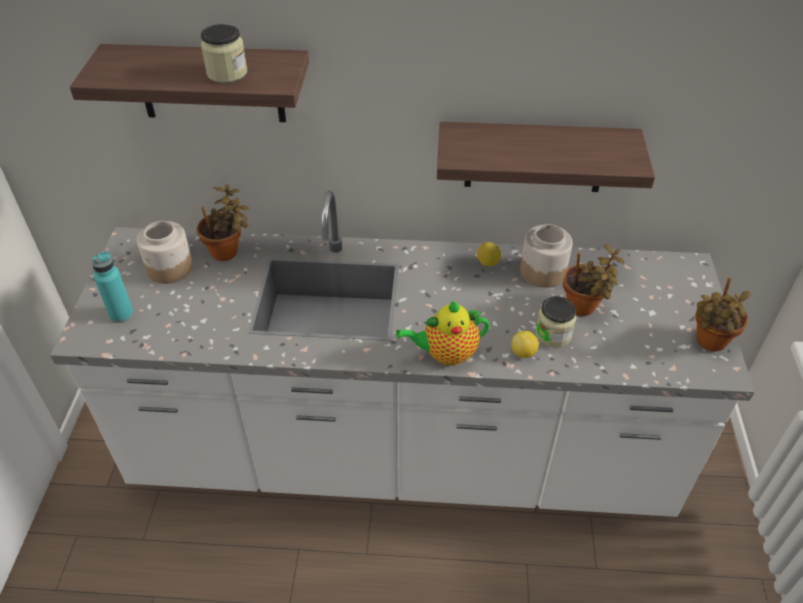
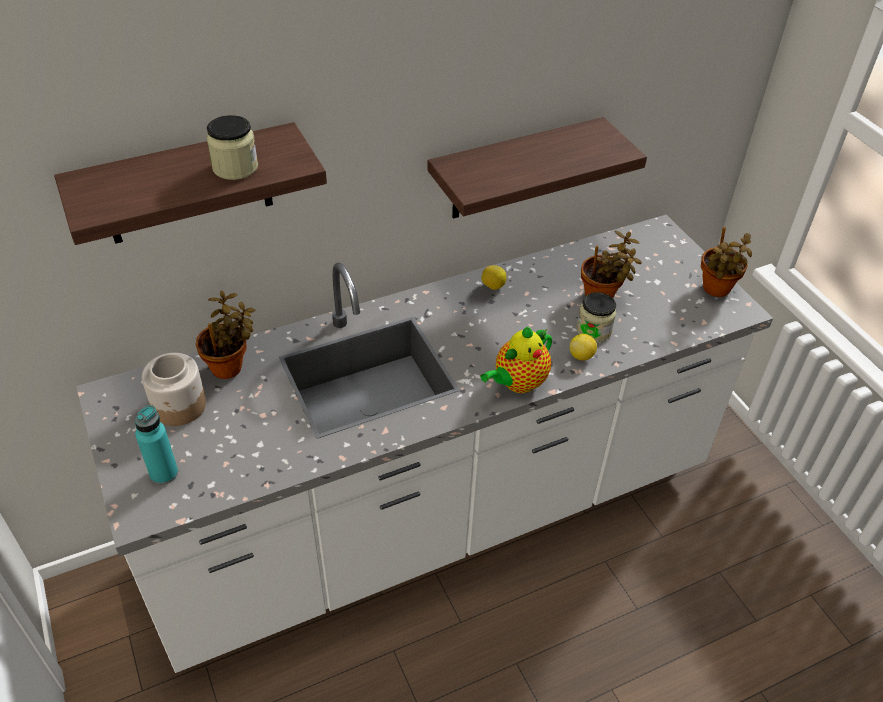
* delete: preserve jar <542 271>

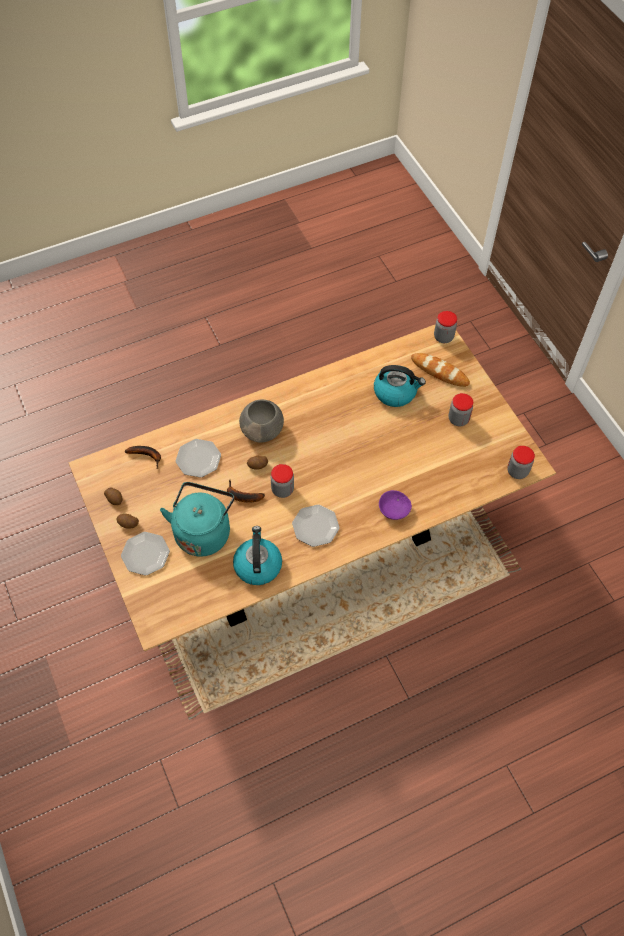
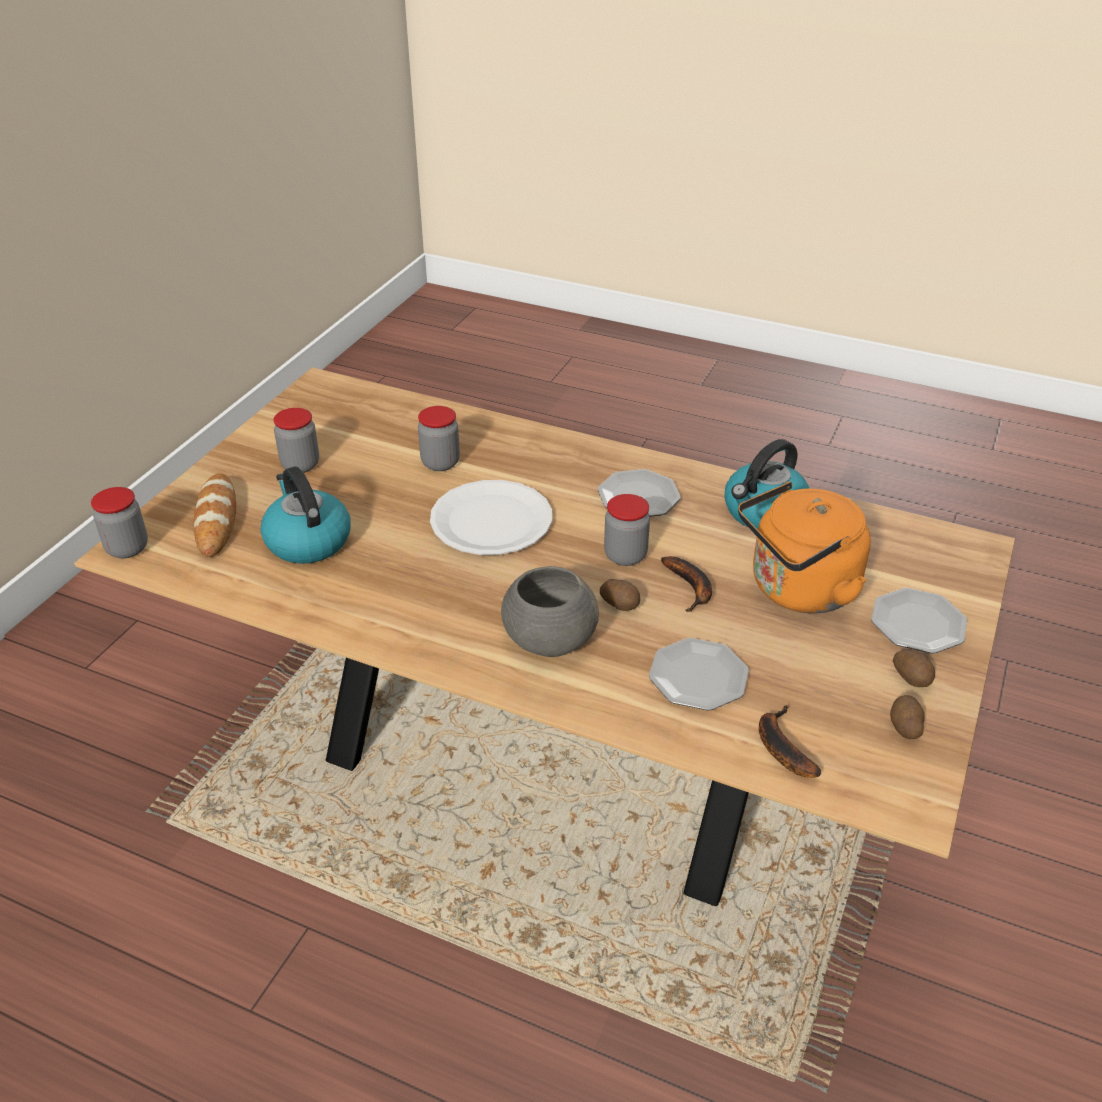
* delete: serving bowl in purple <393 509>
* insert: flat dish in white-coloured <491 520>
* move: preserve jar <517 471> to <440 463>
* recolor: tea kettle in turquoise <203 531> to tea kettle in orange <798 590>

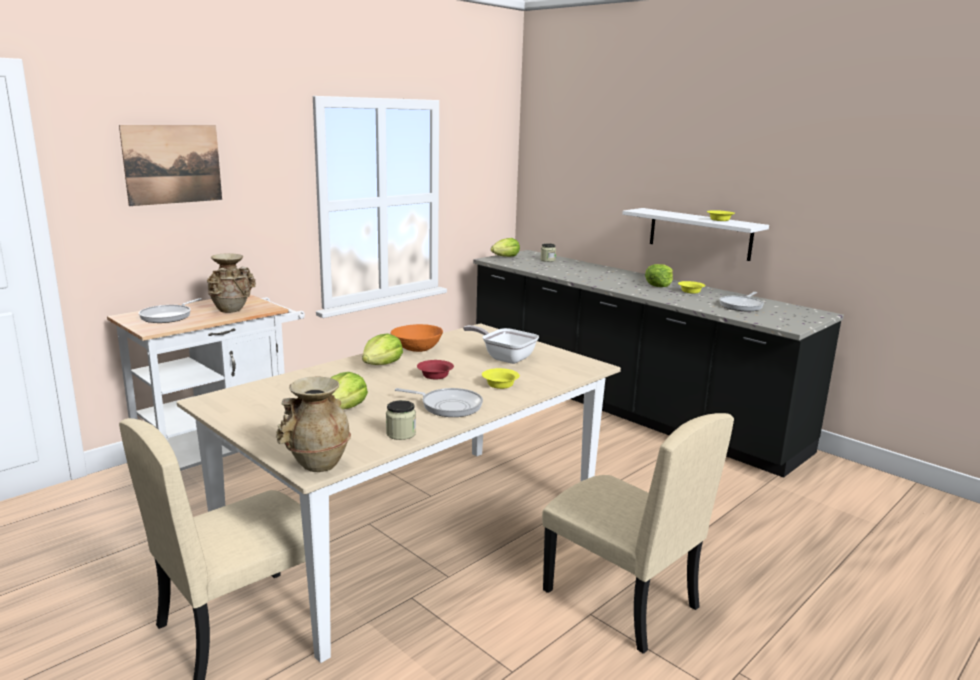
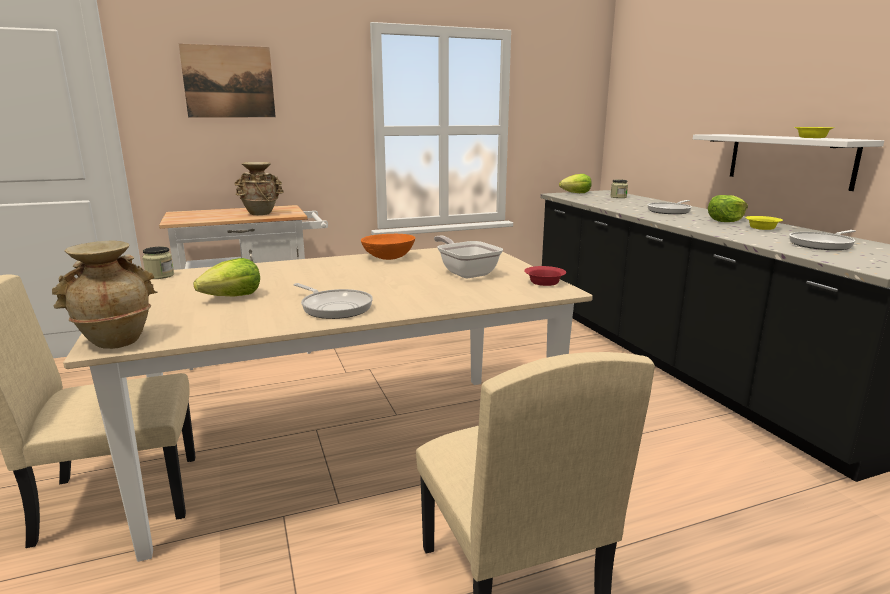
* delete: lettuce head <382 365>
* delete: serving bowl in yellowish <499 385>
* move: pan <168 316> to <670 211>
* move: preserve jar <401 434> to <160 276>
* move: serving bowl in reddish <435 375> to <544 282>

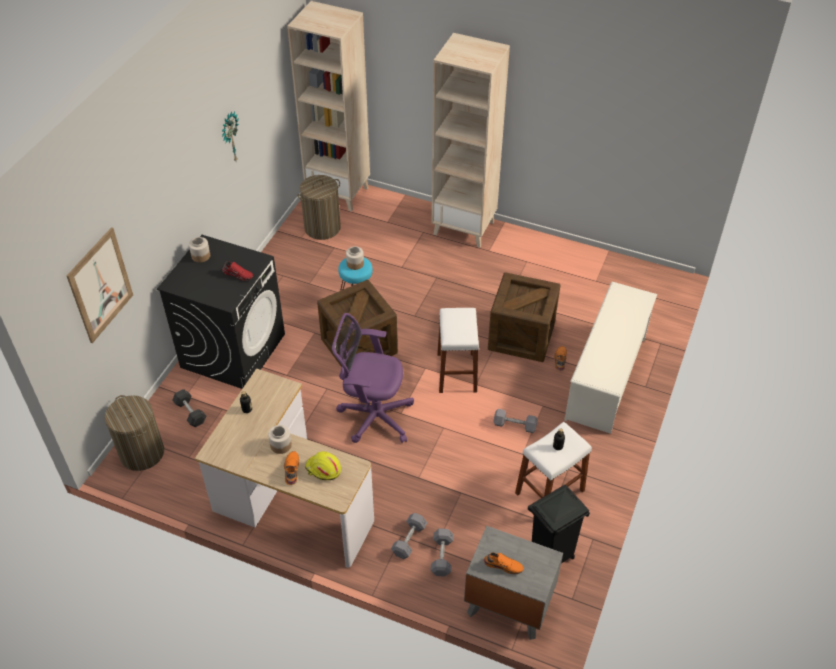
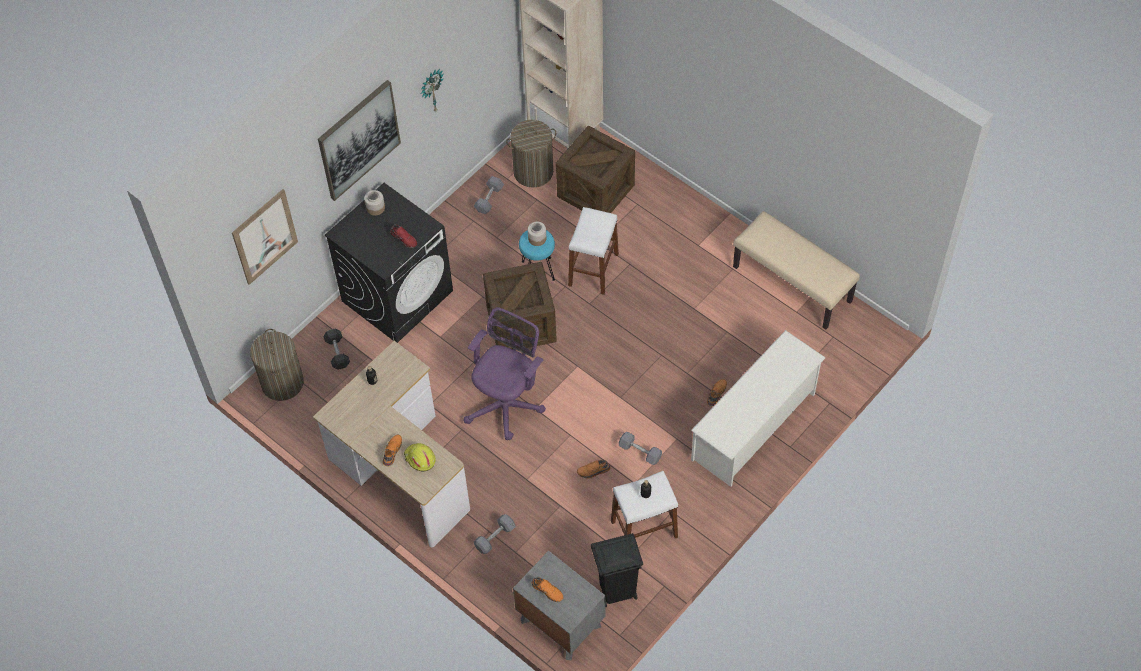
* delete: preserve jar <280 445>
* delete: bookshelf in beige-coloured <464 228>
* insert: wall art <358 139>
* insert: low shoe in orange <593 471>
* insert: long seat in beige-coloured <793 284>
* move: free weight in greyish <442 556> to <489 199>
* move: stool in white-coloured <456 372> to <593 269>
* move: crate <521 336> to <595 191>
* rotate: computer chair in purple <373 416> = <507 404> 90 degrees clockwise

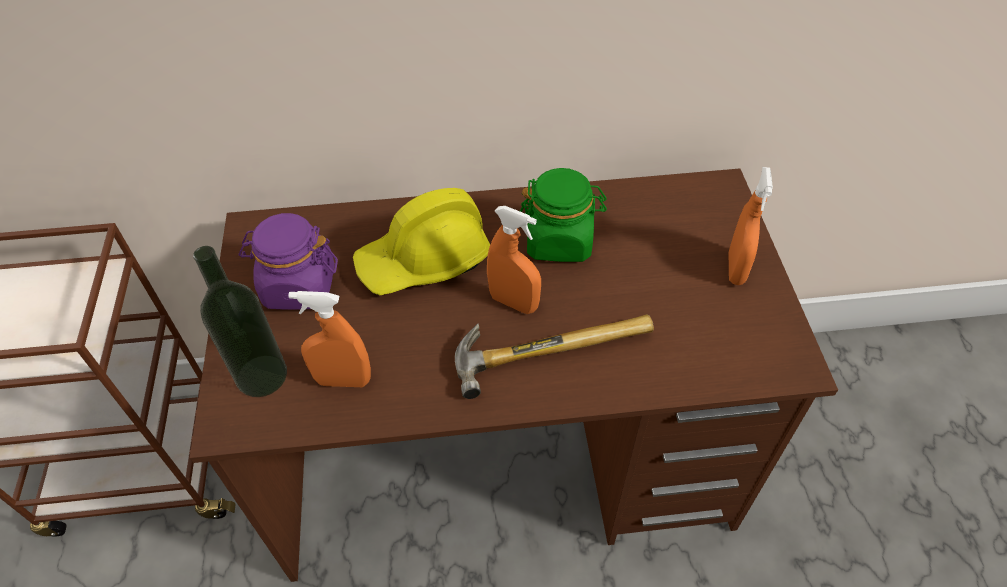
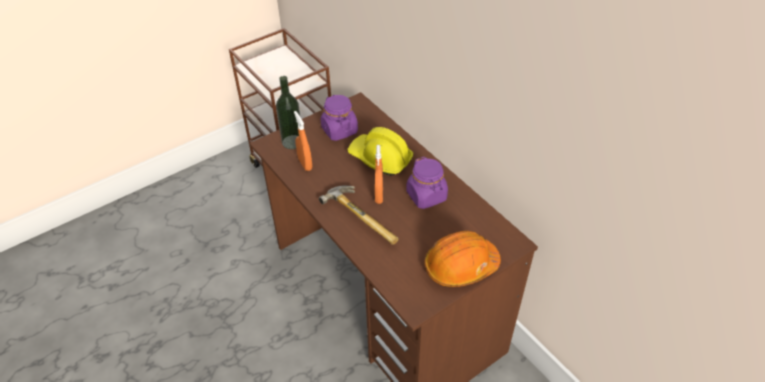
* replace: sprayer in orange <736 269> to safety helmet in orange <460 266>
* recolor: preserve jar in green <559 241> to preserve jar in purple <426 196>

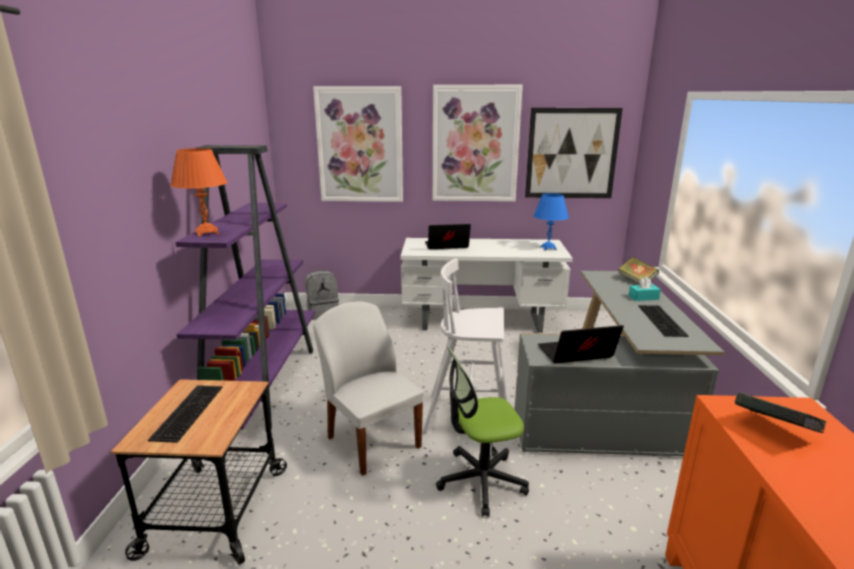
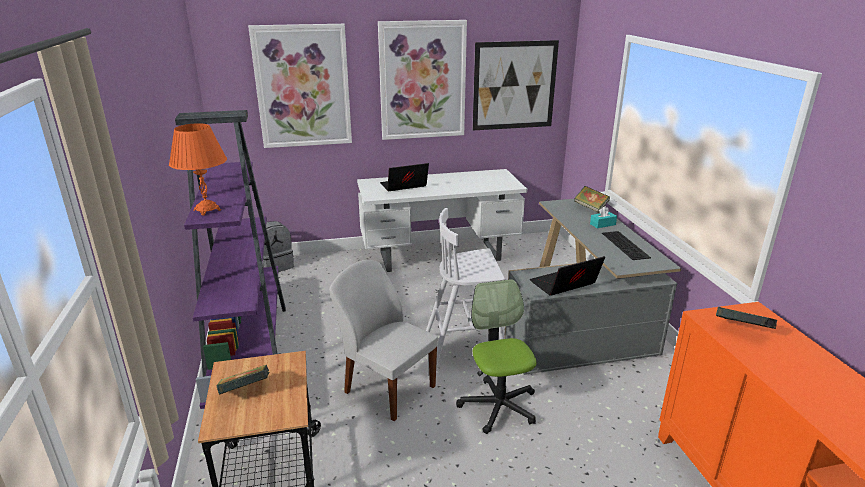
* delete: lamp for a table in blue-coloured <548 248>
* replace: PC keyboard <187 411> to bound book <245 391>
* rotate: computer chair <481 481> = <498 406> 105 degrees clockwise

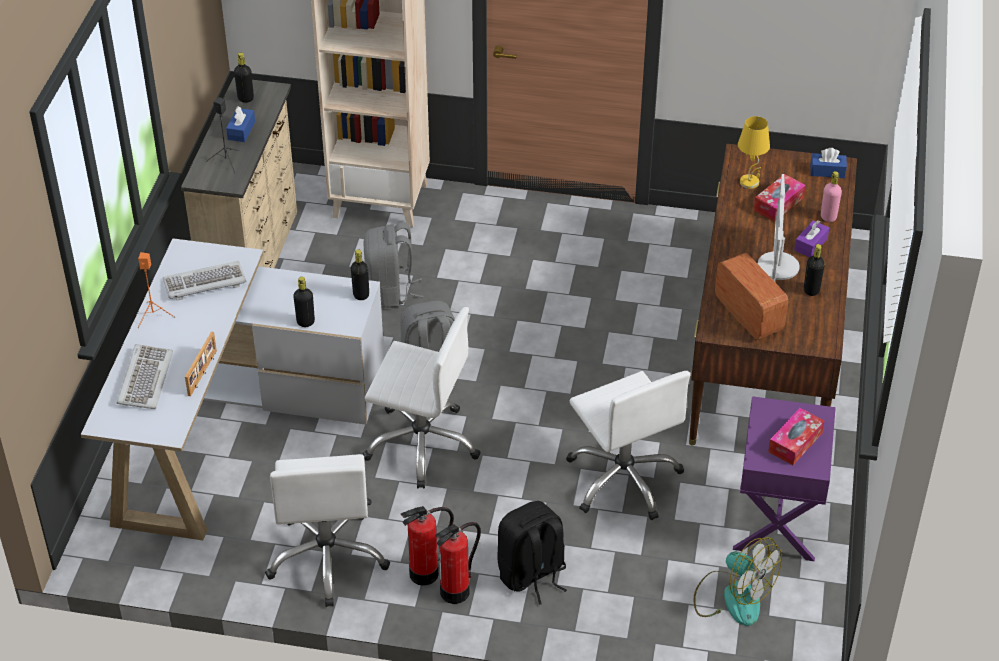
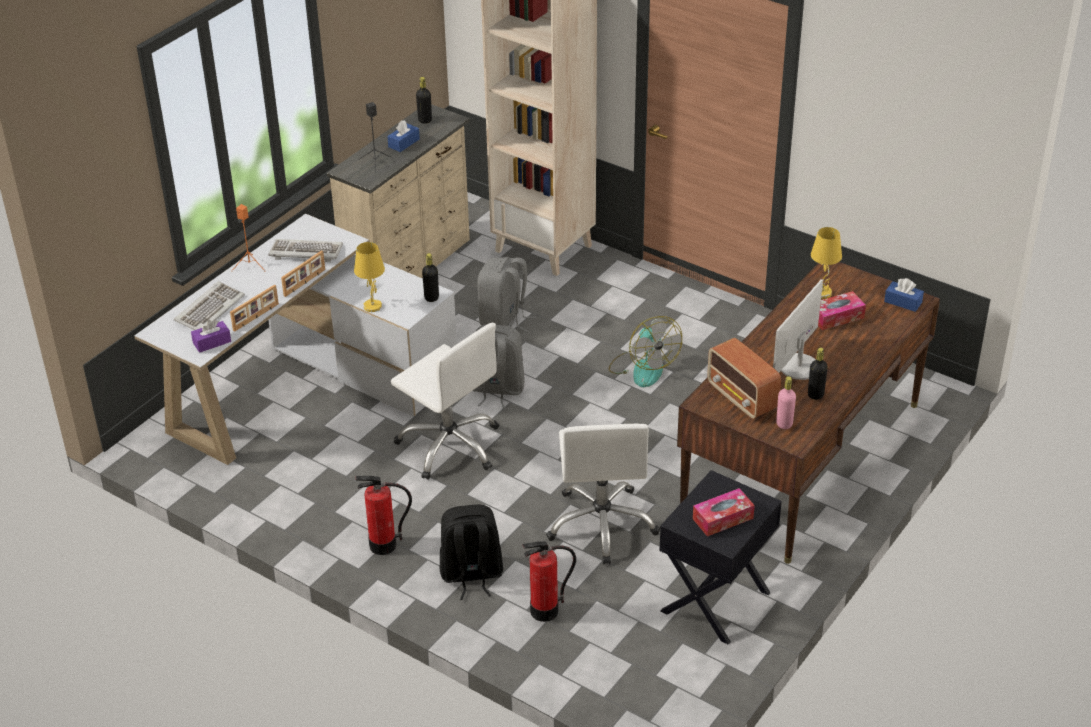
* delete: computer chair in white-coloured <328 557>
* insert: picture frame <305 283>
* move: fire-fighting cylinder <455 592> to <544 611>
* move: cooling fan <732 597> to <643 367>
* move: tissue box in purple <810 244> to <212 342>
* move: bottle in pink <828 217> to <784 424>
* replace: bottle in black-coloured <305 322> to lamp for a table in yellowish <372 306>
* recolor: nightstand in purple <778 523> to nightstand in black-coloured <716 602>
* rotate: radio receiver <748 314> = <742 398> 150 degrees clockwise

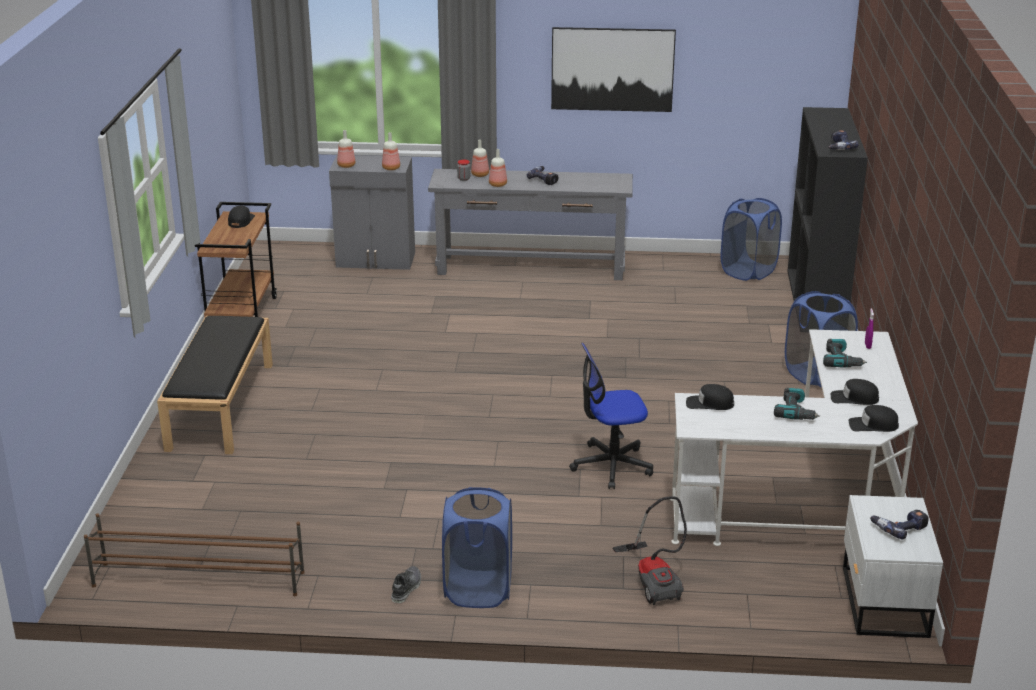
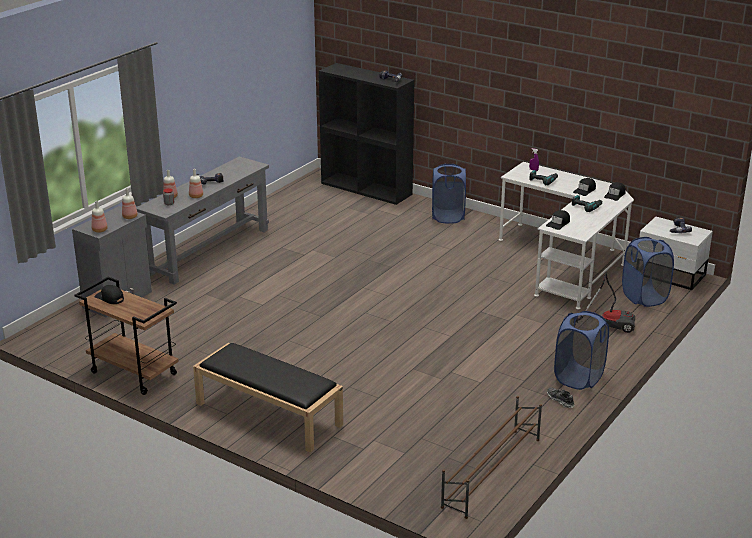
* delete: wall art <612 69>
* delete: computer chair <611 465>
* move: hamper in blue-coloured <748 271> to <644 297>

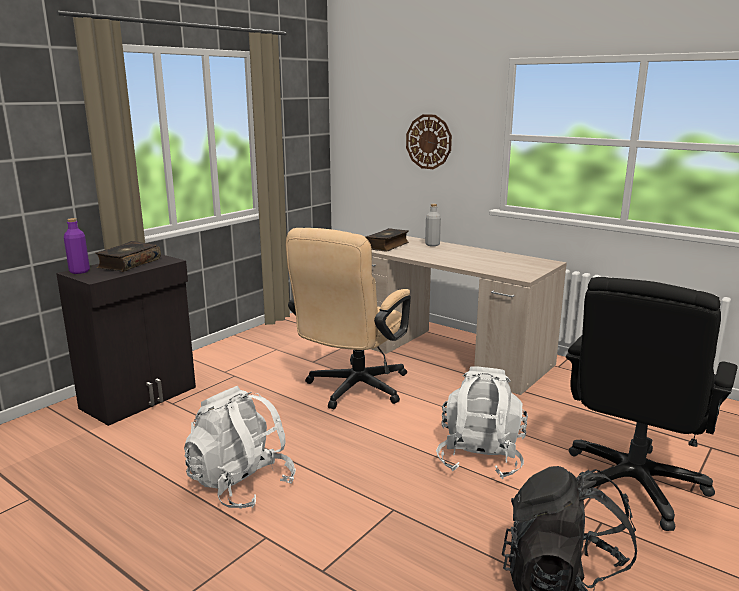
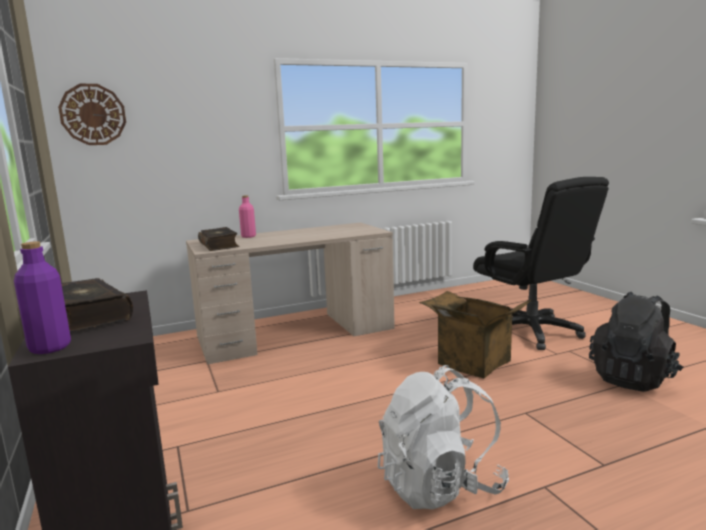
* delete: computer chair in beige-coloured <352 390>
* move: wall clock <428 141> to <93 114>
* replace: knapsack in white-coloured <480 457> to cardboard box <471 363>
* recolor: bottle in greyish <432 244> to bottle in pink <248 236>

